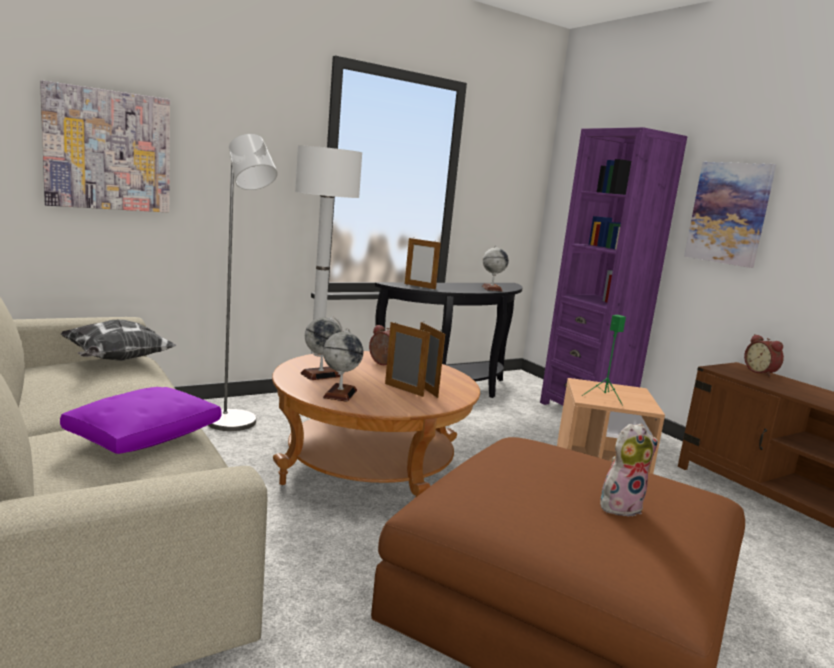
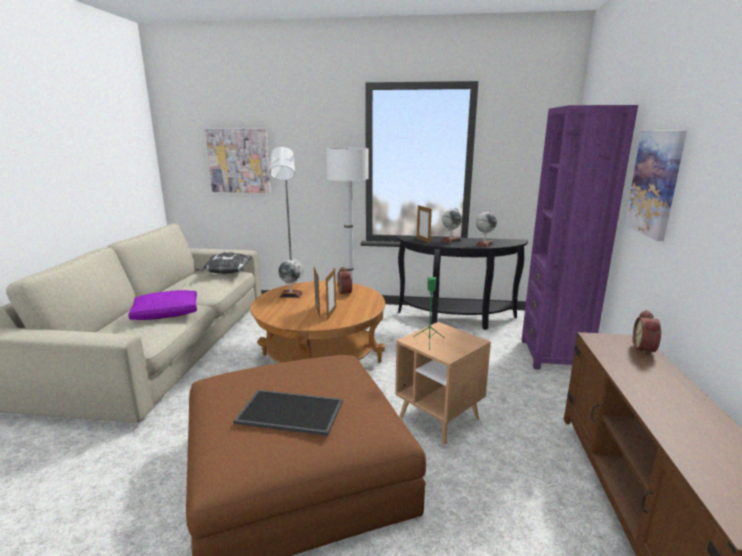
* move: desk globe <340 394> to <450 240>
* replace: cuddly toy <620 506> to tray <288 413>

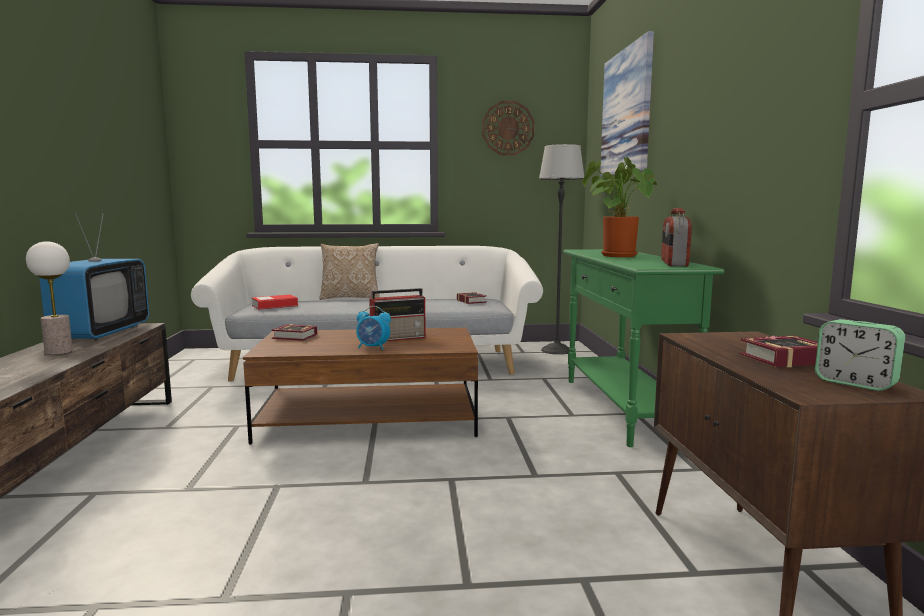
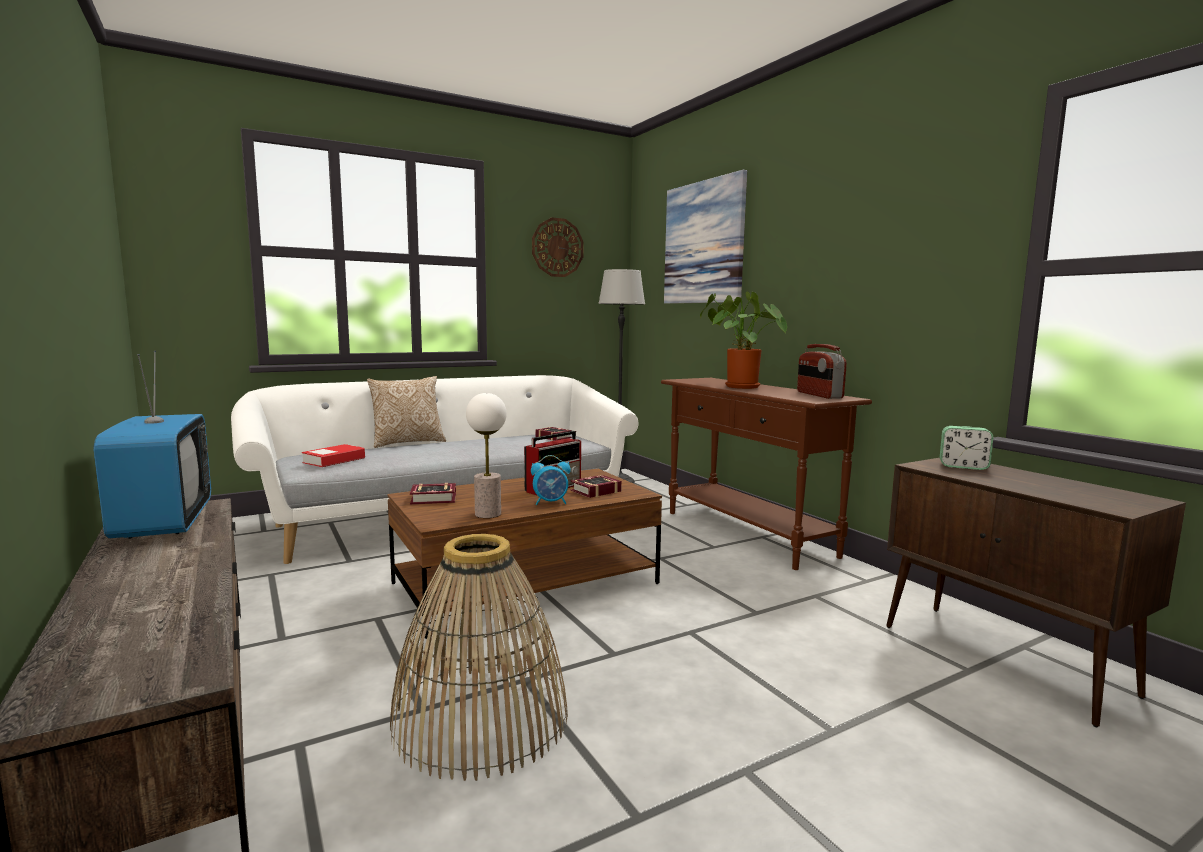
* insert: basket <480 719>
* move: lamp for a table <59 352> to <488 514>
* move: bound book <780 359> to <593 491>
* move: bedside clock <855 383> to <963 466>
* recolor: console table in green <623 409> to console table in brown-coloured <747 534>

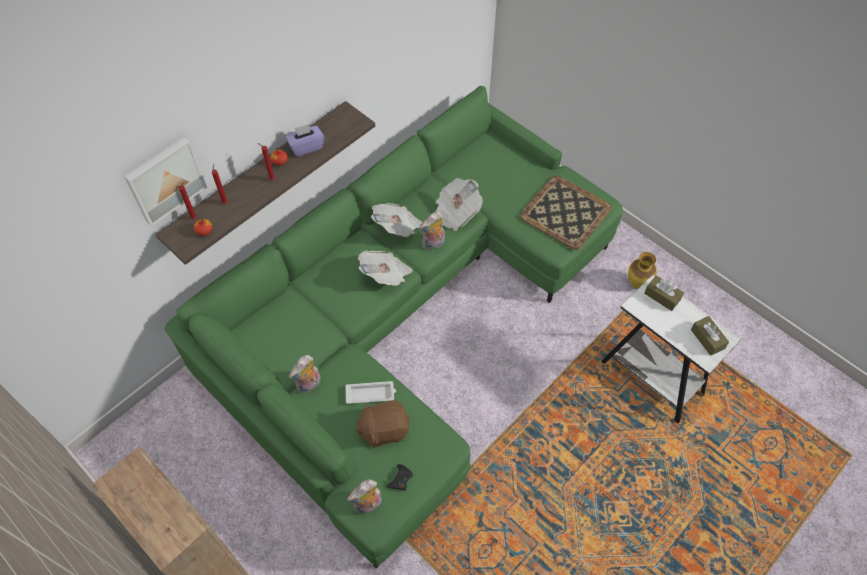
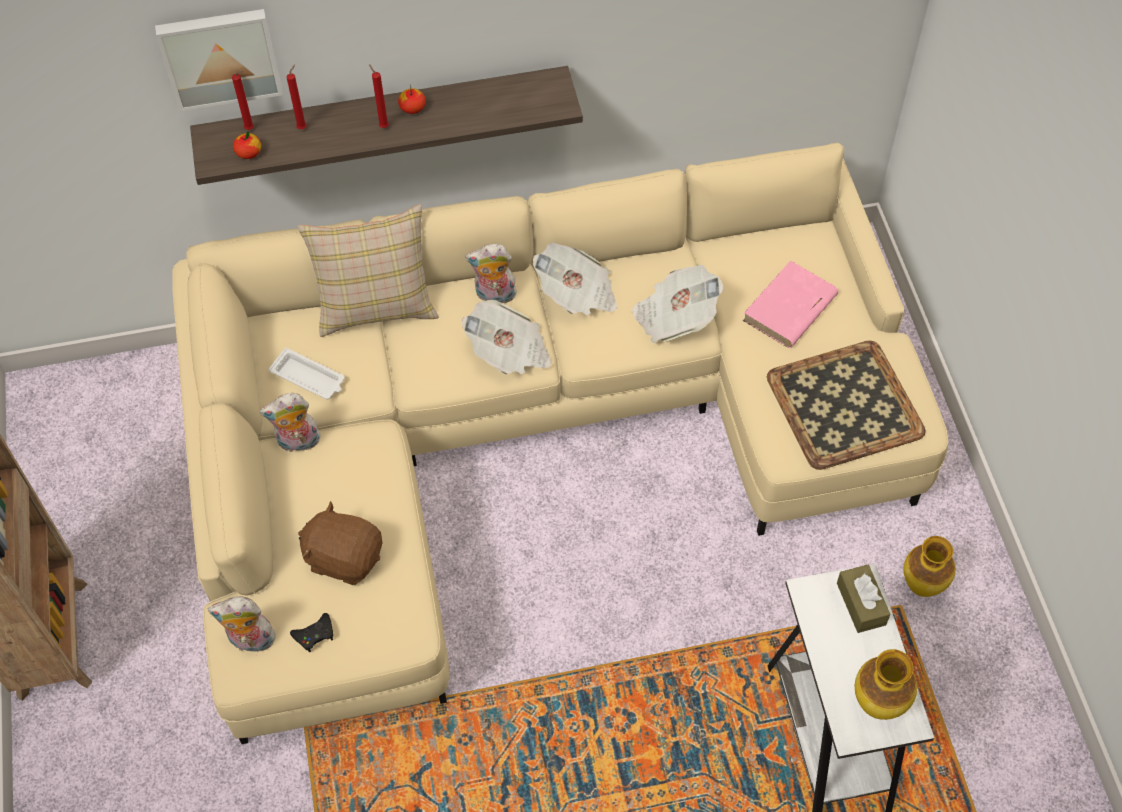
* delete: tissue box in purple <306 147>
* insert: pillow in beige-coloured <375 303>
* insert: bound book in pink <789 309>
* move: tray in white-coloured <371 394> to <309 378>
* move: cuddly toy <433 244> to <494 296>
* replace: tissue box in brown-coloured <707 339> to vase <878 706>
* recolor: couch in green <401 316> to couch in beige-coloured <528 432>

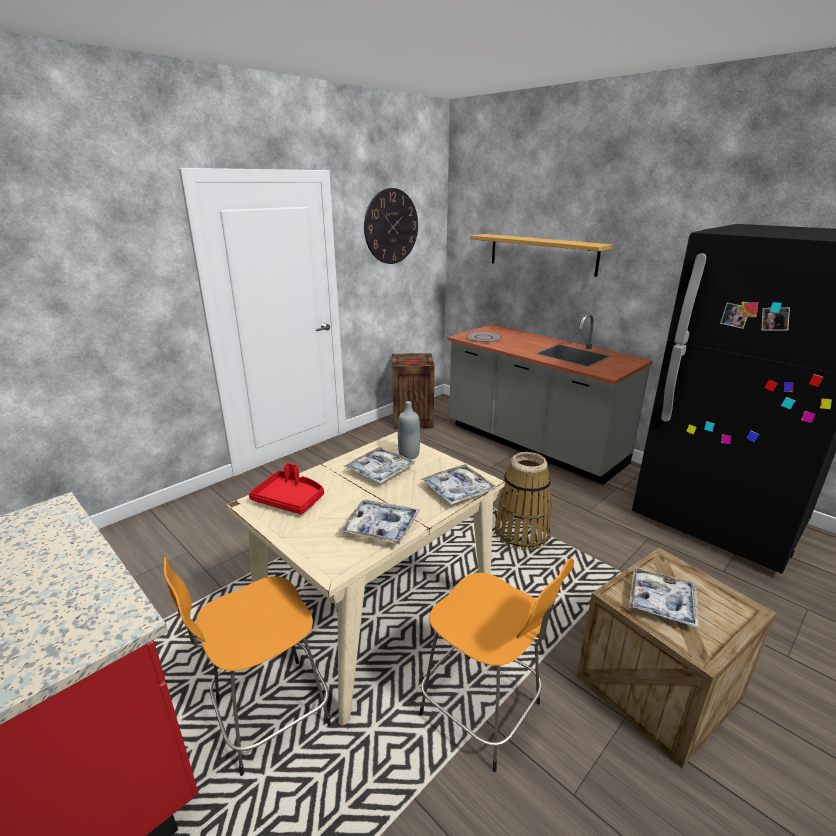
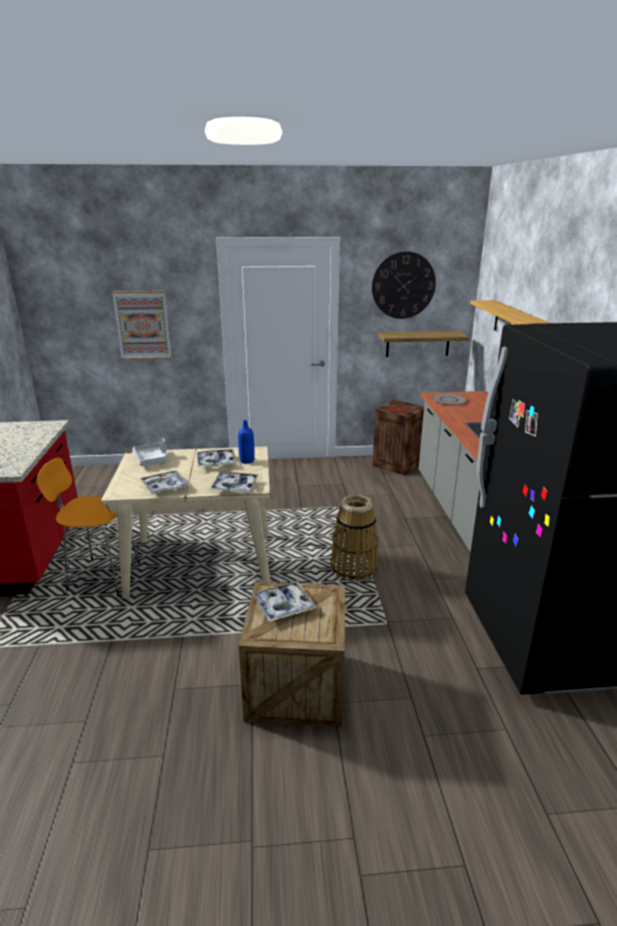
* delete: stool in orange <484 711>
* insert: wall art <143 325>
* insert: wall shelf <417 343>
* recolor: tray in reddish <290 499> to tray in greyish <152 459>
* recolor: bottle in greyish <409 455> to bottle in blue-coloured <247 460>

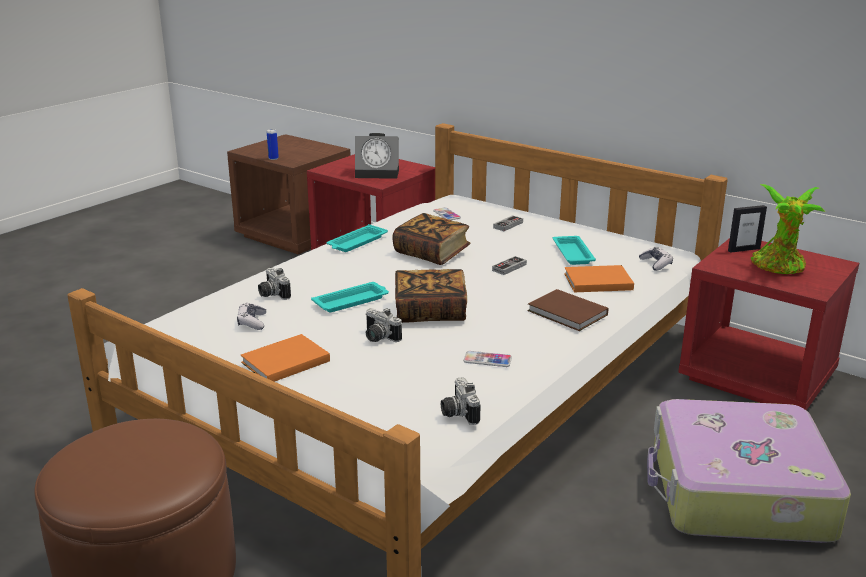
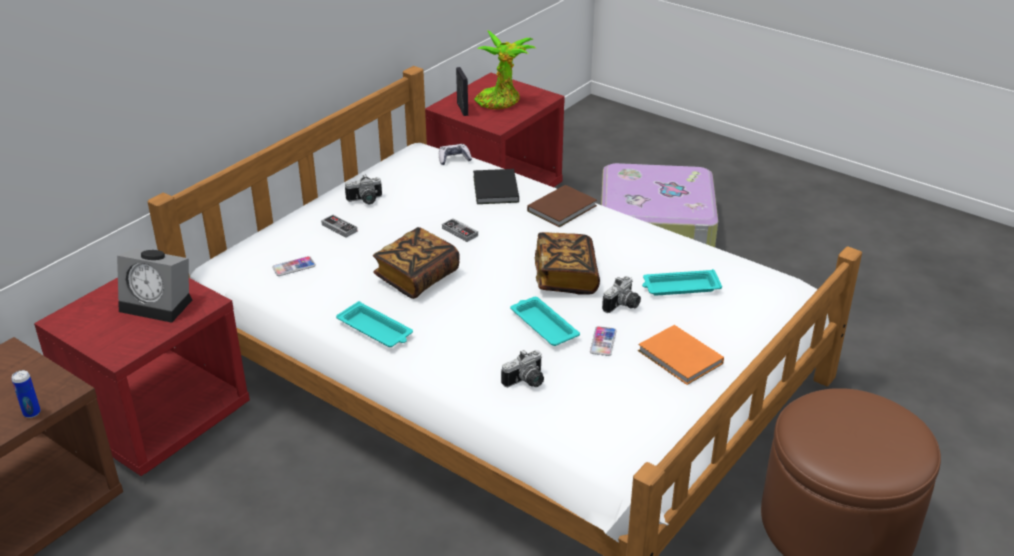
* delete: gamepad <252 322>
* move: photo camera <457 413> to <365 201>
* move: phone <487 360> to <603 342>
* move: tray in turquoise <572 253> to <680 287>
* recolor: bound book in orange <596 281> to bound book in black-coloured <495 190>
* rotate: bedside clock <379 173> = <159 304> 105 degrees clockwise

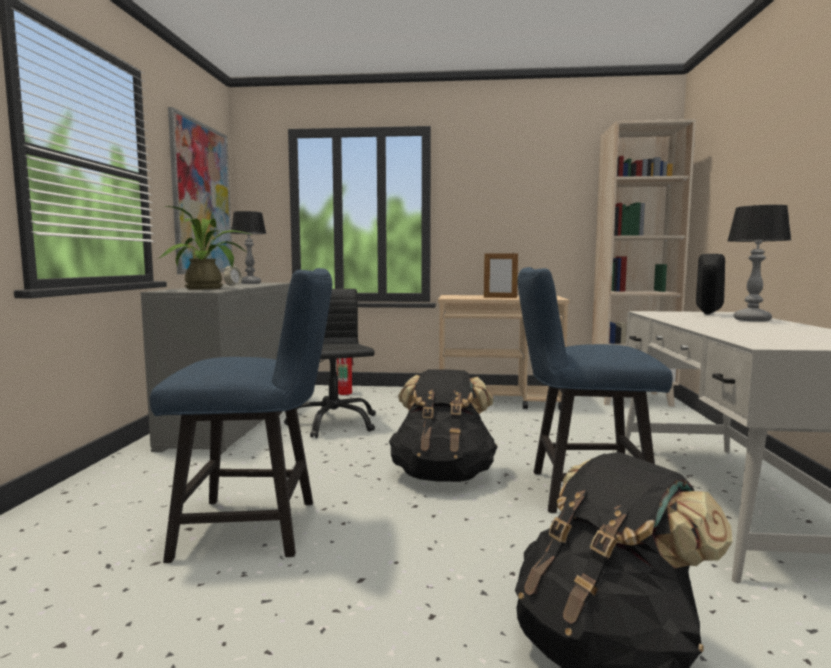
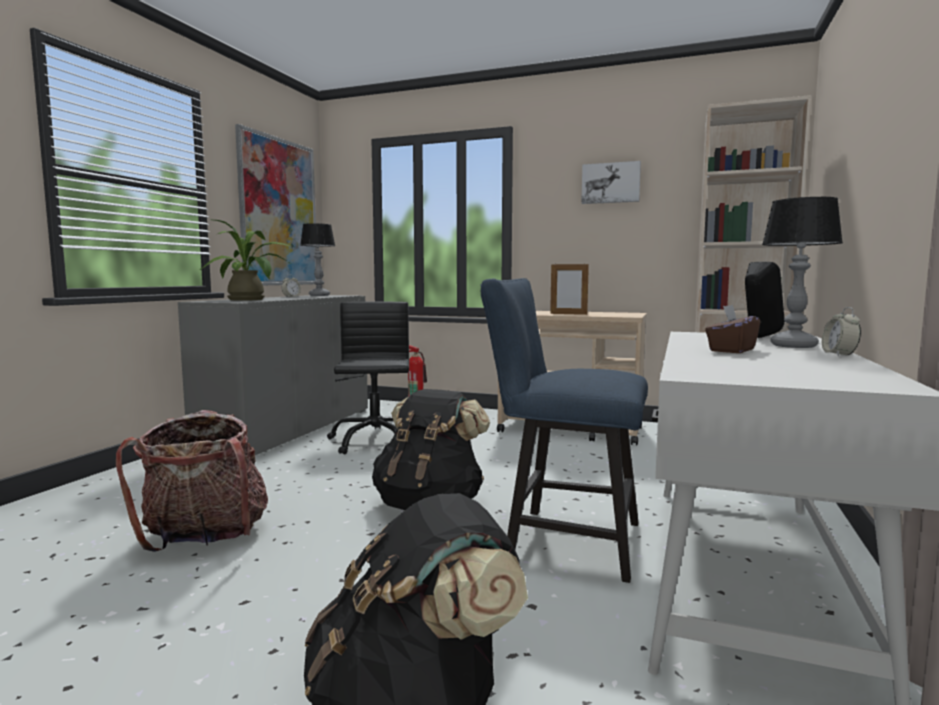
* insert: wall art <610 183>
* insert: tissue box in brown-coloured <731 350>
* insert: bedside clock <839 355>
* replace: plain chair in blue-coloured <259 528> to knapsack <206 537>

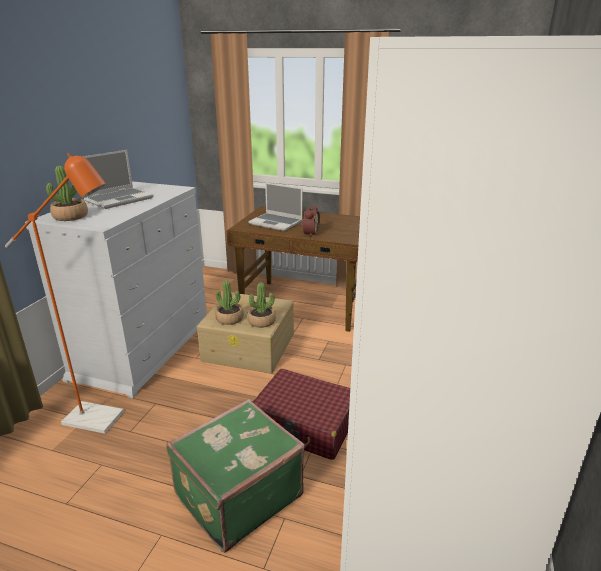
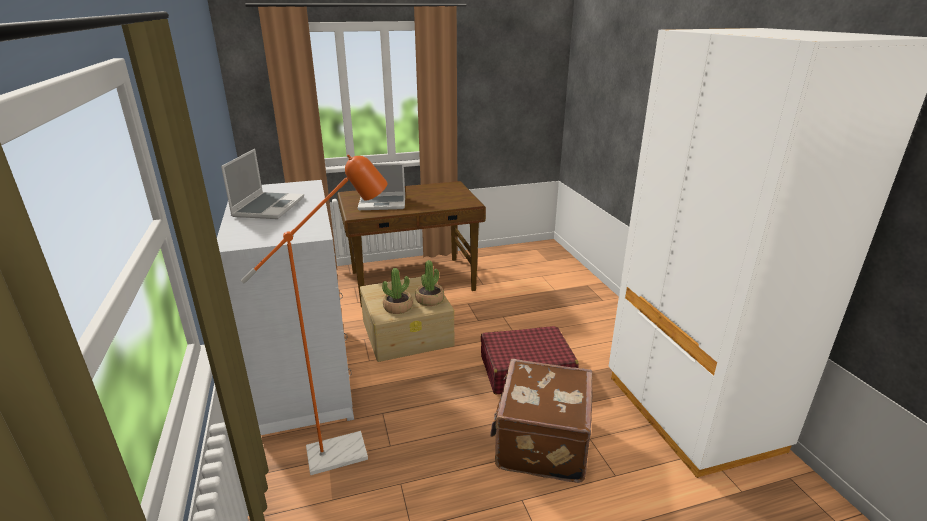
* delete: potted plant <70 216>
* delete: bedside clock <309 233>
* recolor: travel case in green <237 495> to travel case in brown-coloured <540 442>

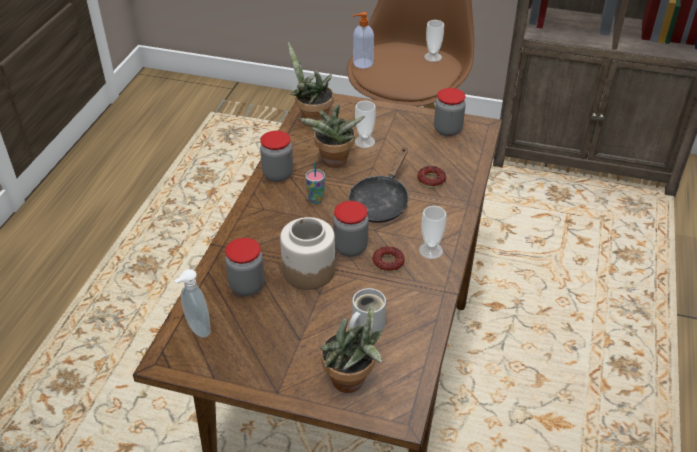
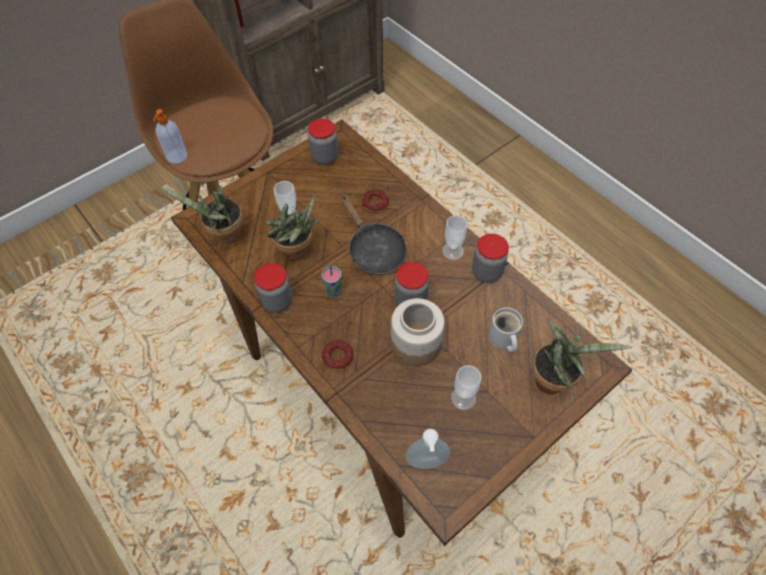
* move: preserve jar <247 286> to <486 272>
* move: donut <388 262> to <338 357>
* move: small cup <433 57> to <463 398>

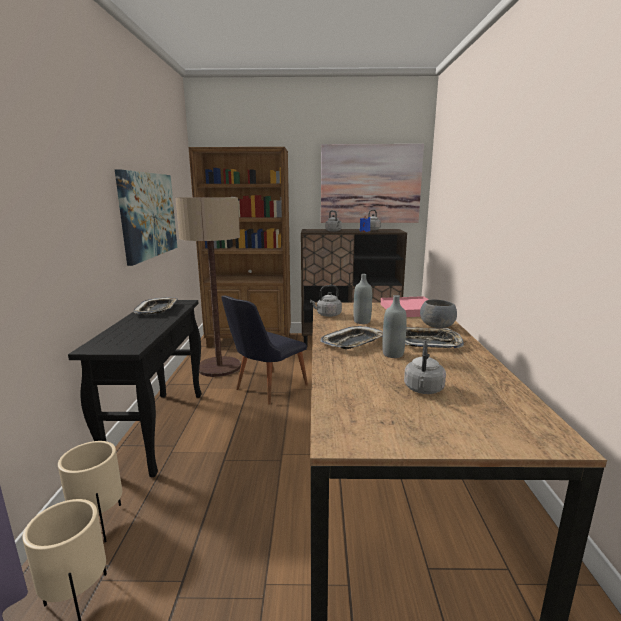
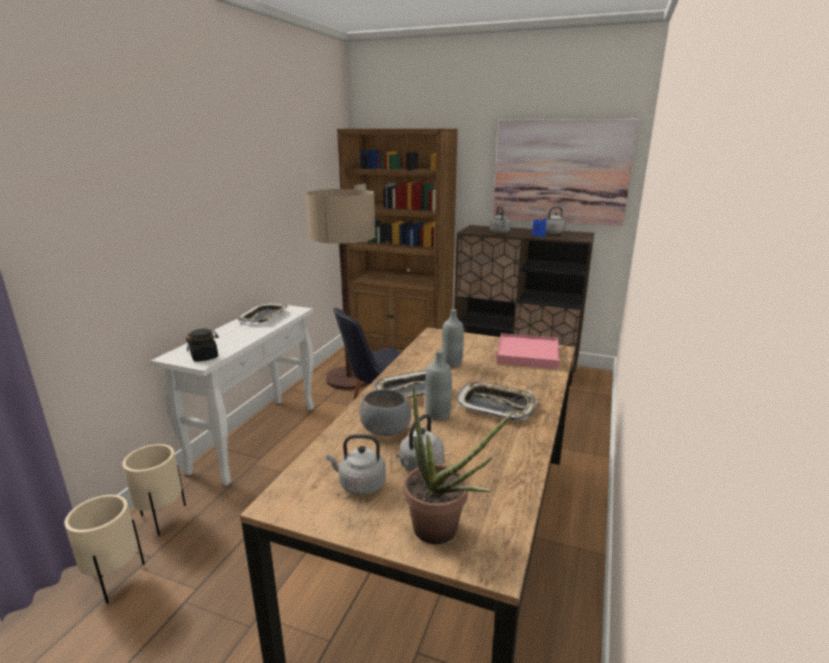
* delete: wall art <148 215>
* insert: preserve jar in black-coloured <205 357>
* insert: potted plant <443 533>
* move: tea kettle in greyish <327 315> to <359 485>
* move: serving bowl in greyish <438 326> to <386 430>
* recolor: console table in black-coloured <159 429> to console table in white-coloured <256 437>

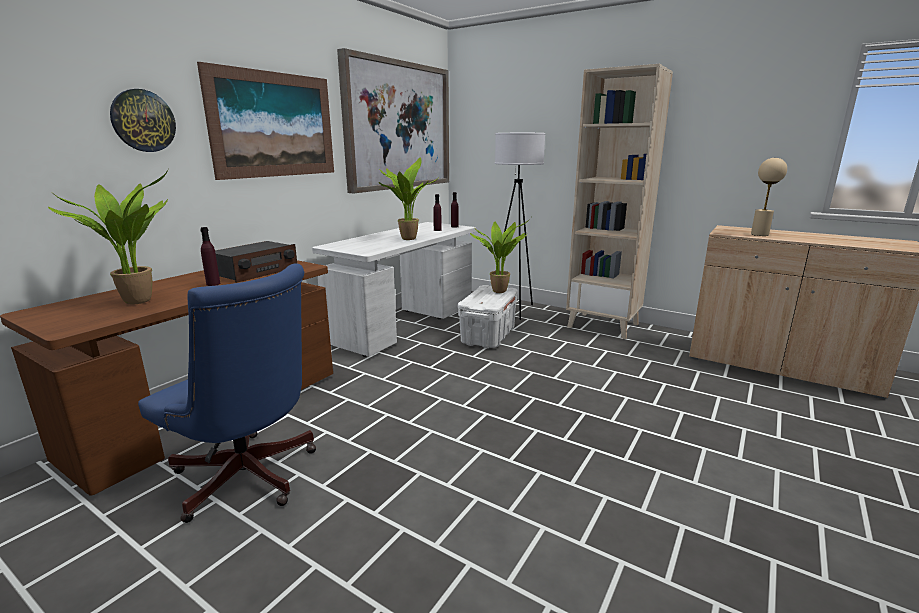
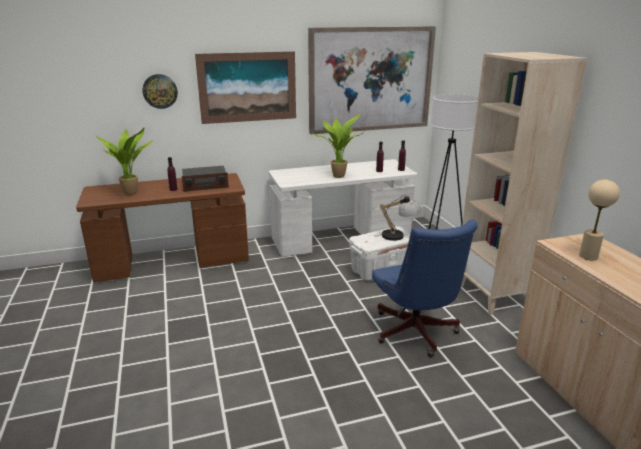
* move: computer chair in blue-coloured <249 480> to <416 334>
* replace: potted plant <500 291> to lamp for a table <398 236>

